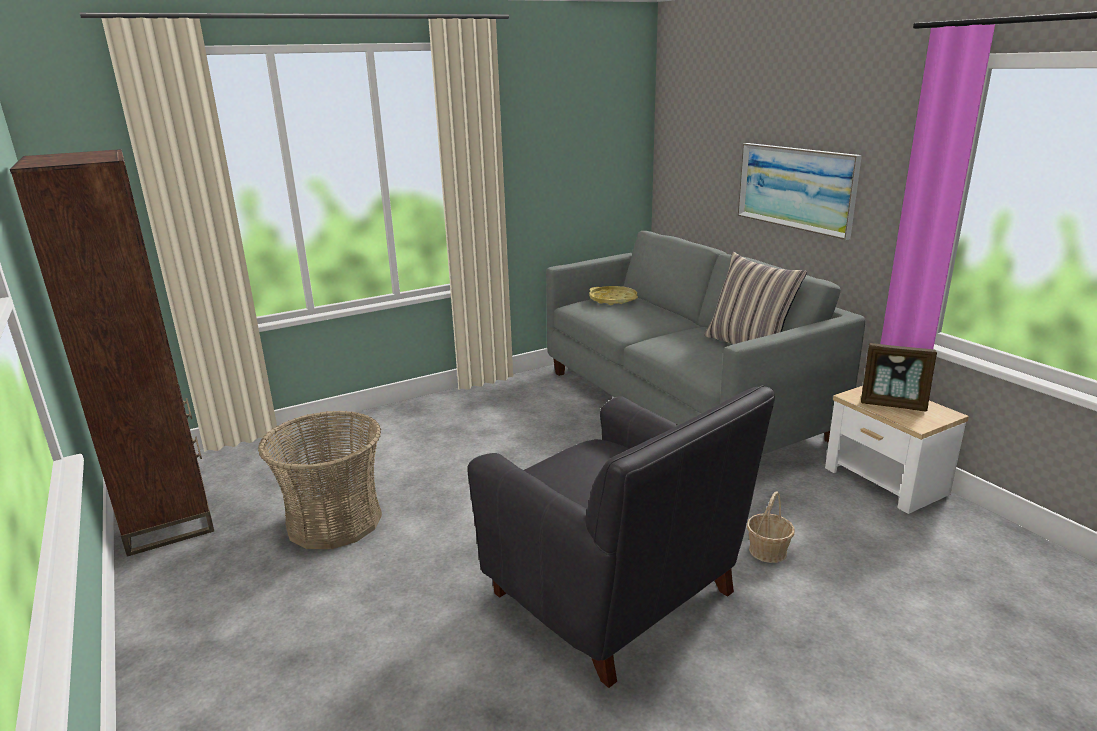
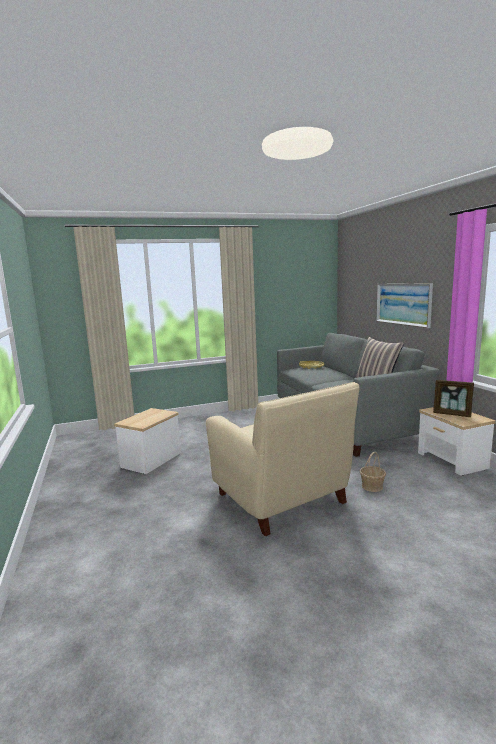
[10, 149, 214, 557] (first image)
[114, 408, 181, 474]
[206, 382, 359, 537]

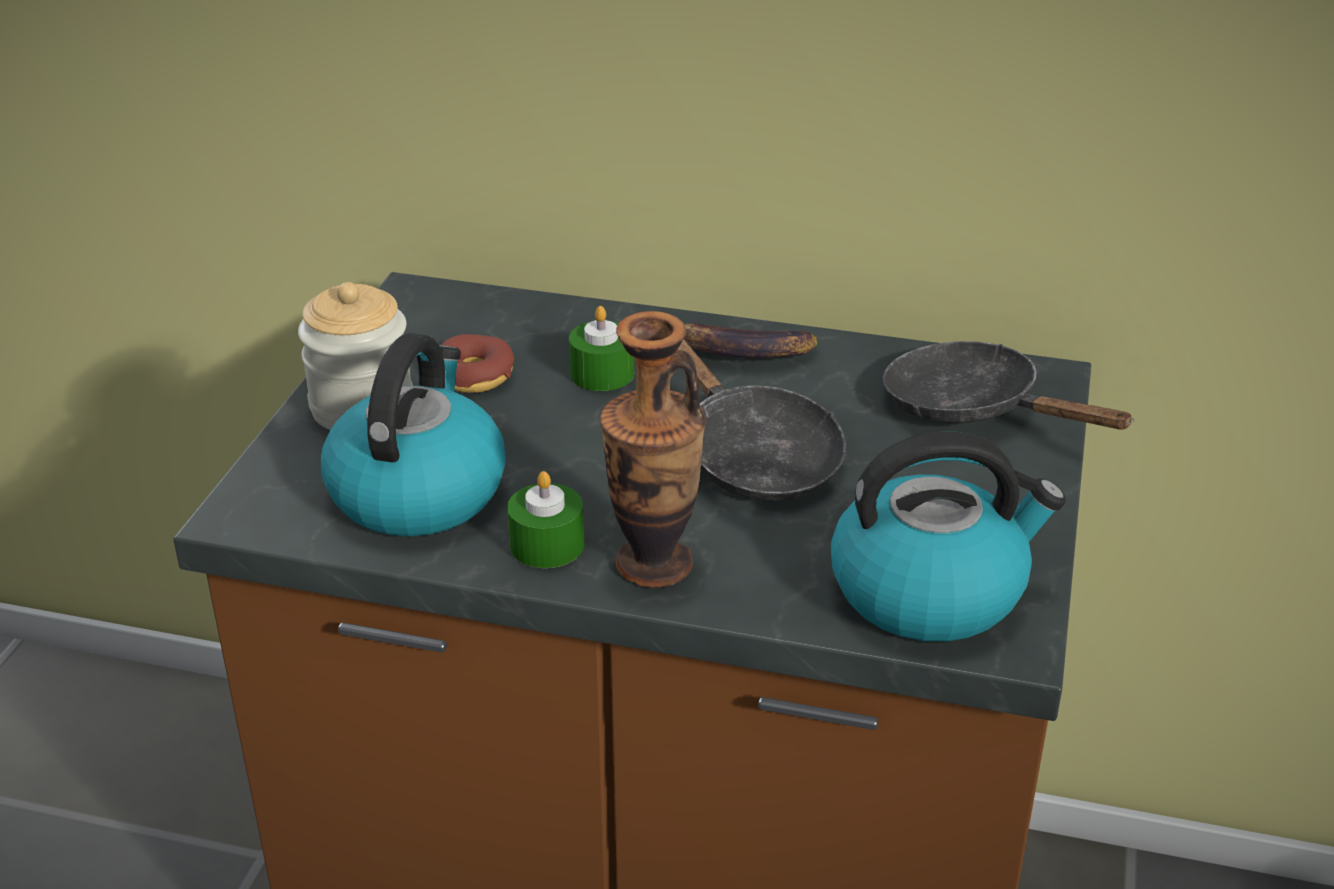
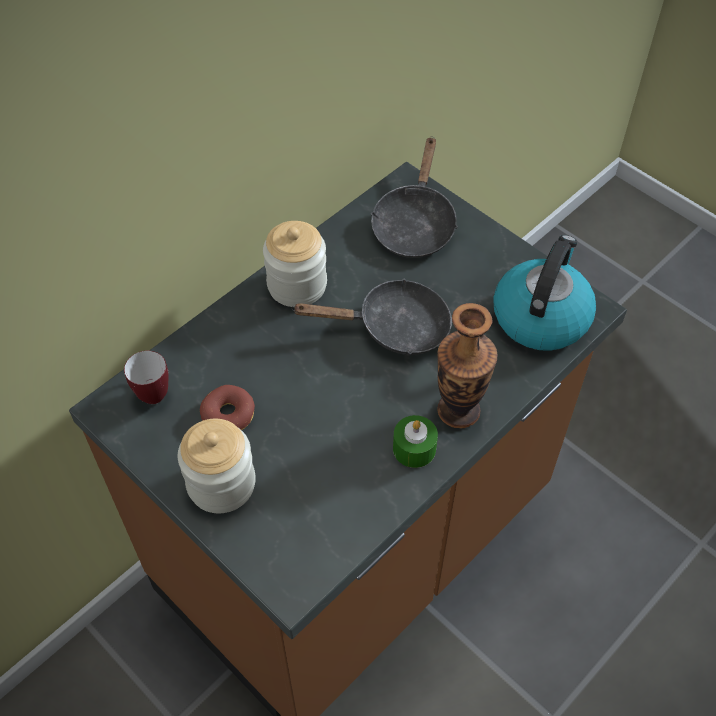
[321, 333, 506, 536] (first image)
[569, 306, 634, 391] (first image)
[263, 221, 327, 307]
[371, 136, 458, 258]
[124, 351, 168, 404]

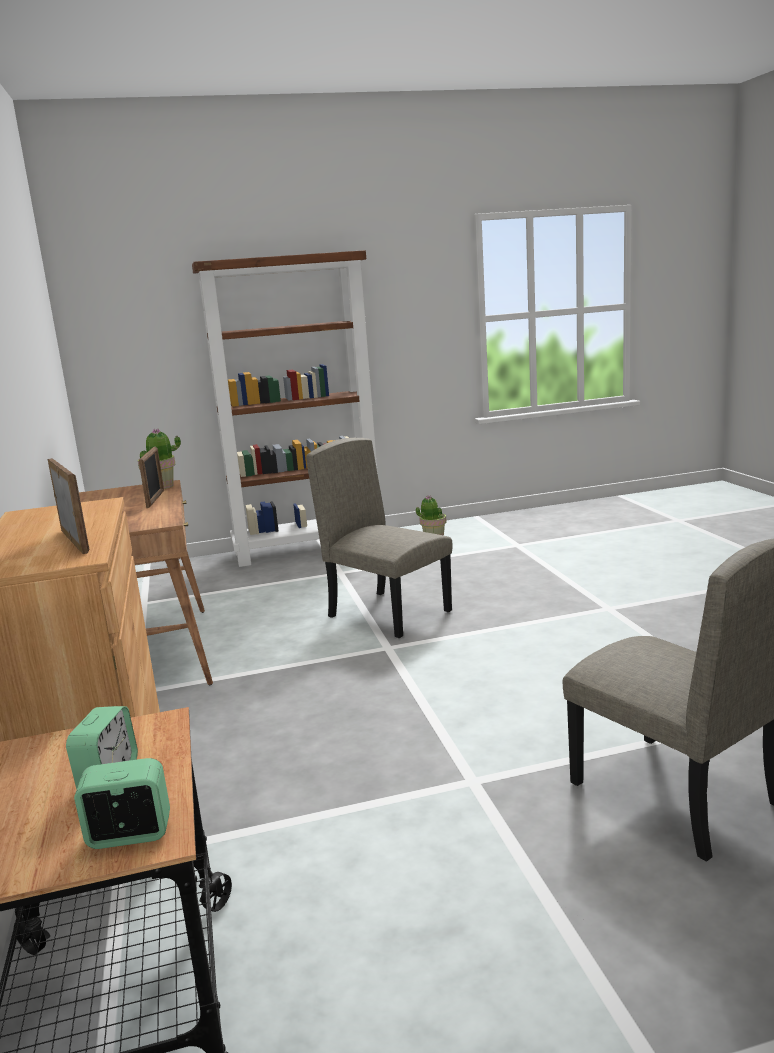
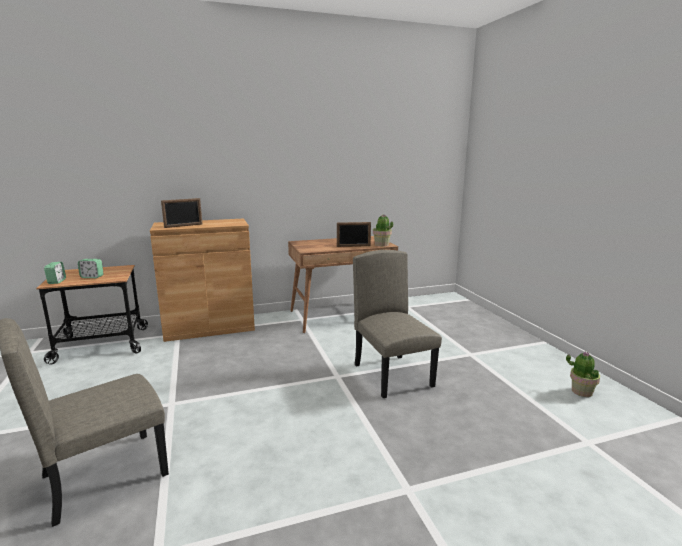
[192, 250, 378, 567] (first image)
[353, 250, 442, 398]

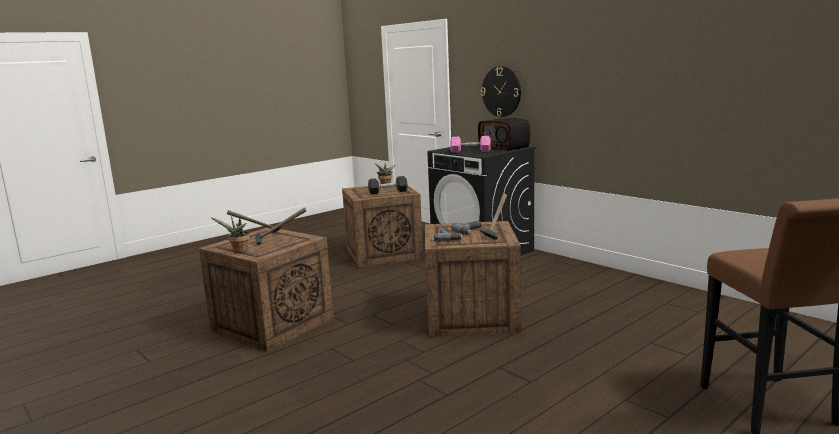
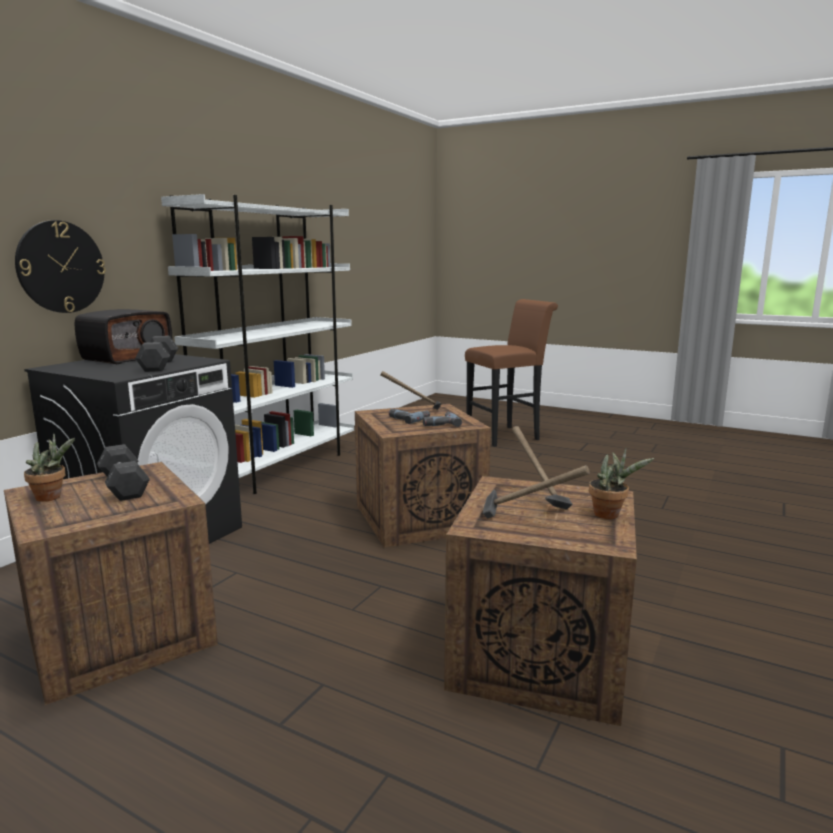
[135, 336, 178, 372]
[161, 194, 354, 494]

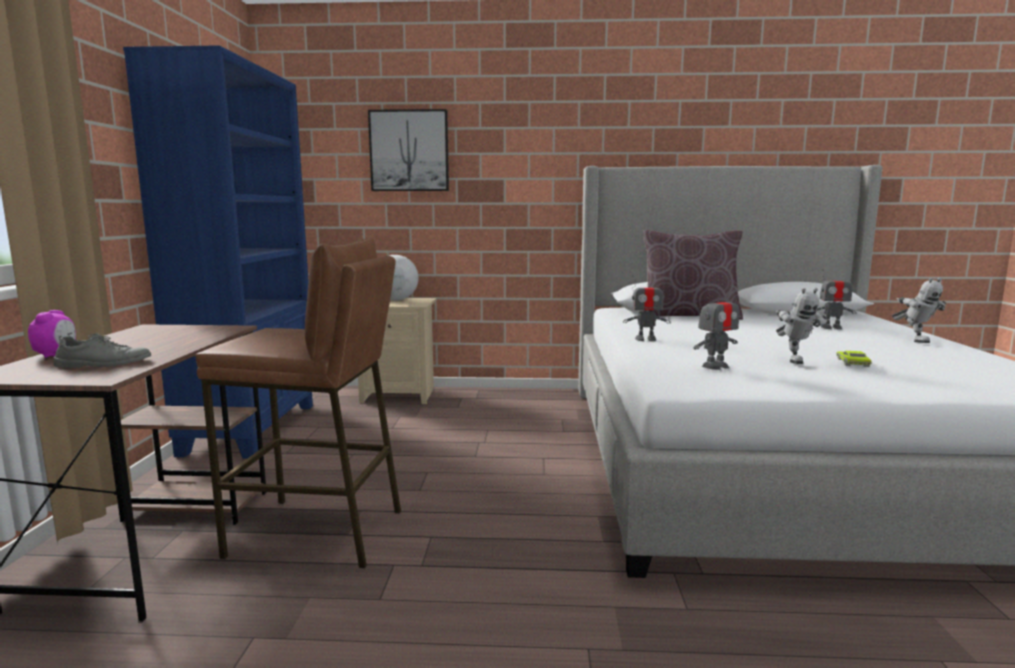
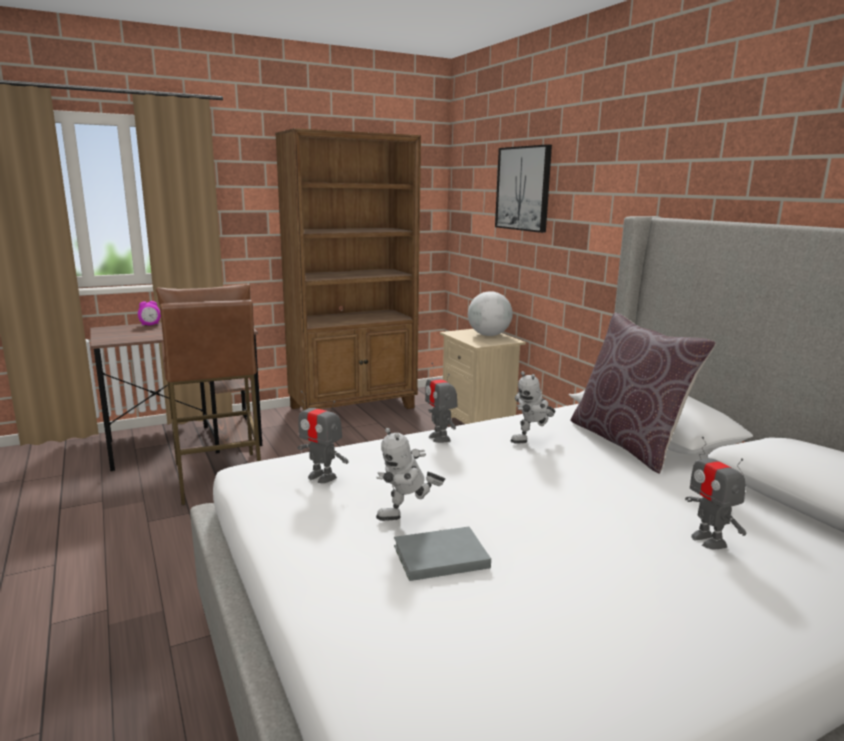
[53, 333, 151, 368] (first image)
[275, 128, 421, 411]
[394, 527, 491, 581]
[511, 371, 555, 444]

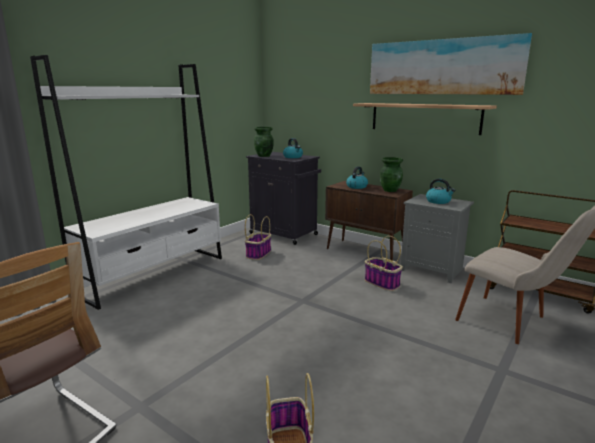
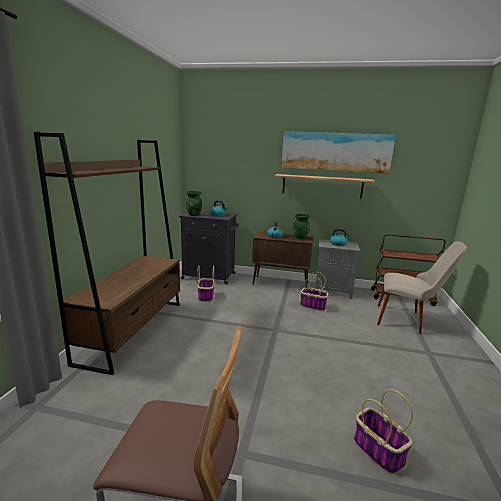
[34, 132, 180, 375]

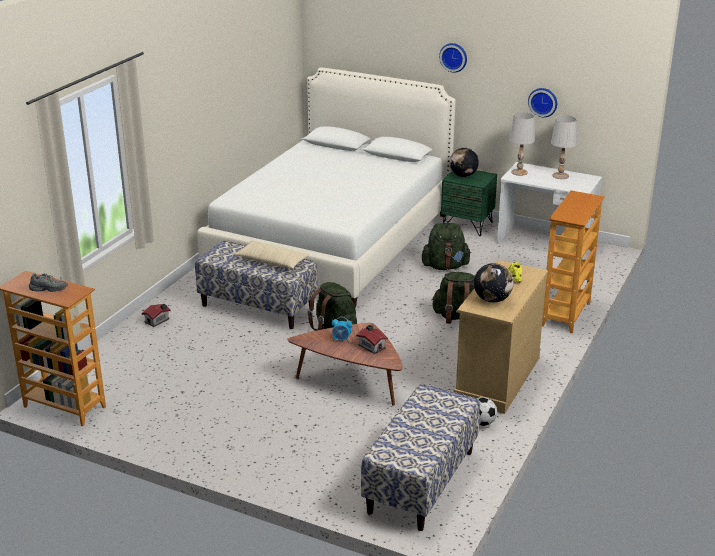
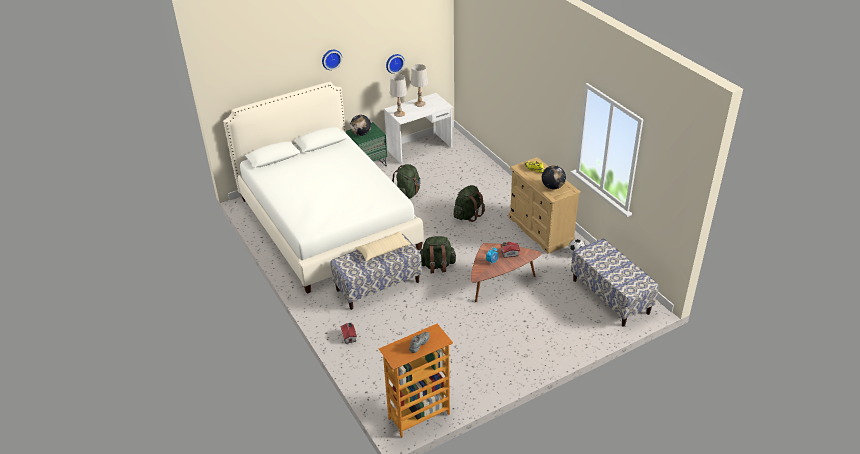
[542, 190, 605, 333] (first image)

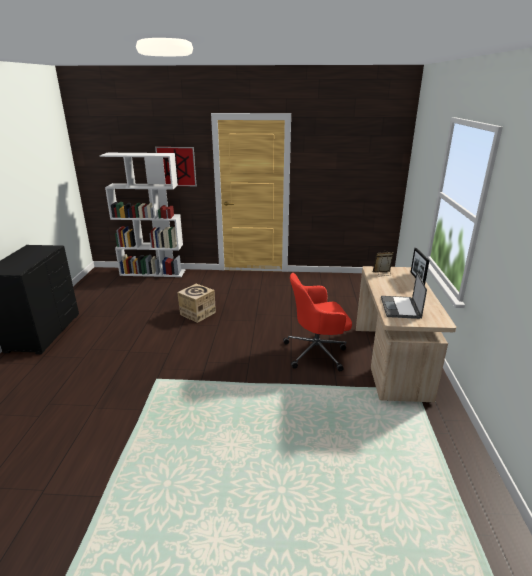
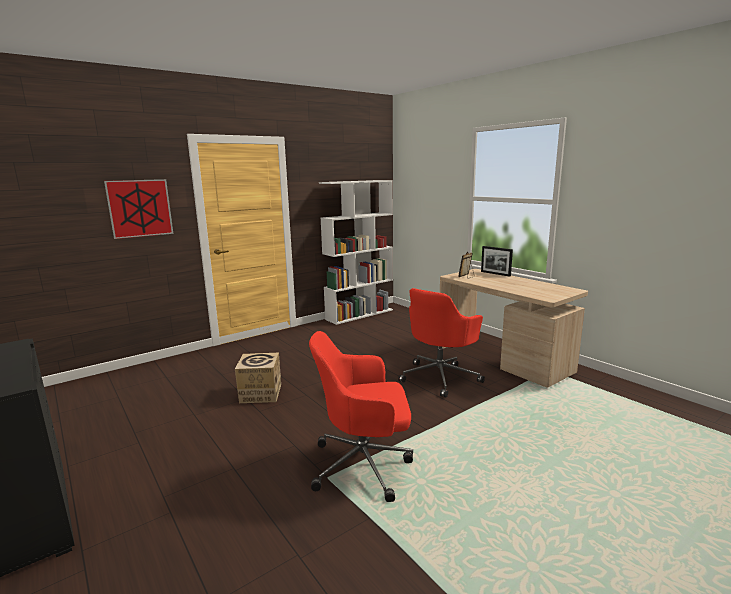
[319, 180, 393, 325]
[381, 272, 427, 319] (first image)
[309, 331, 413, 502]

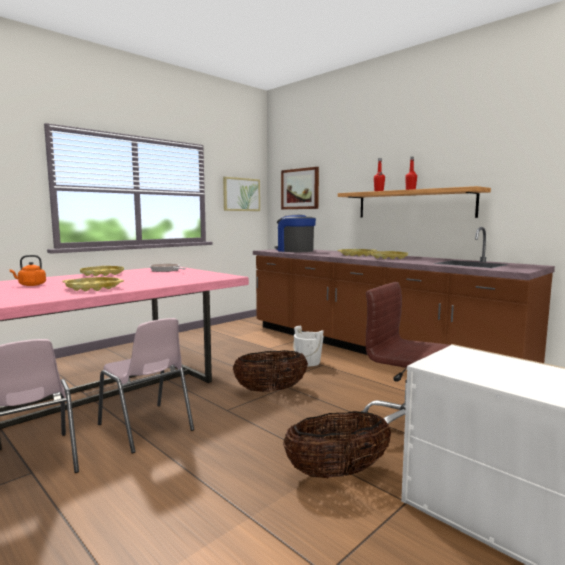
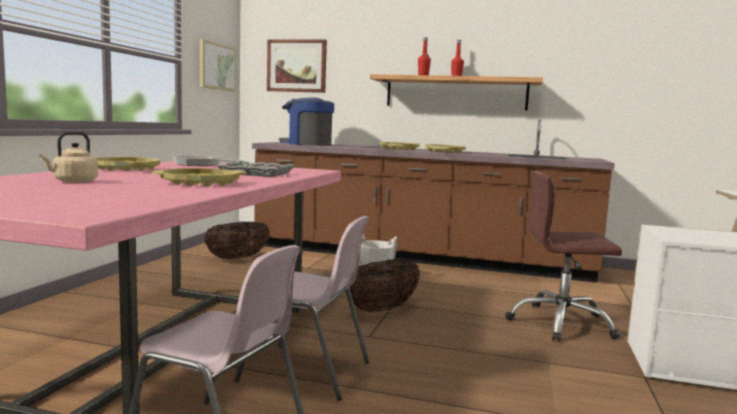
[39, 131, 98, 183]
[205, 222, 270, 259]
[216, 161, 296, 177]

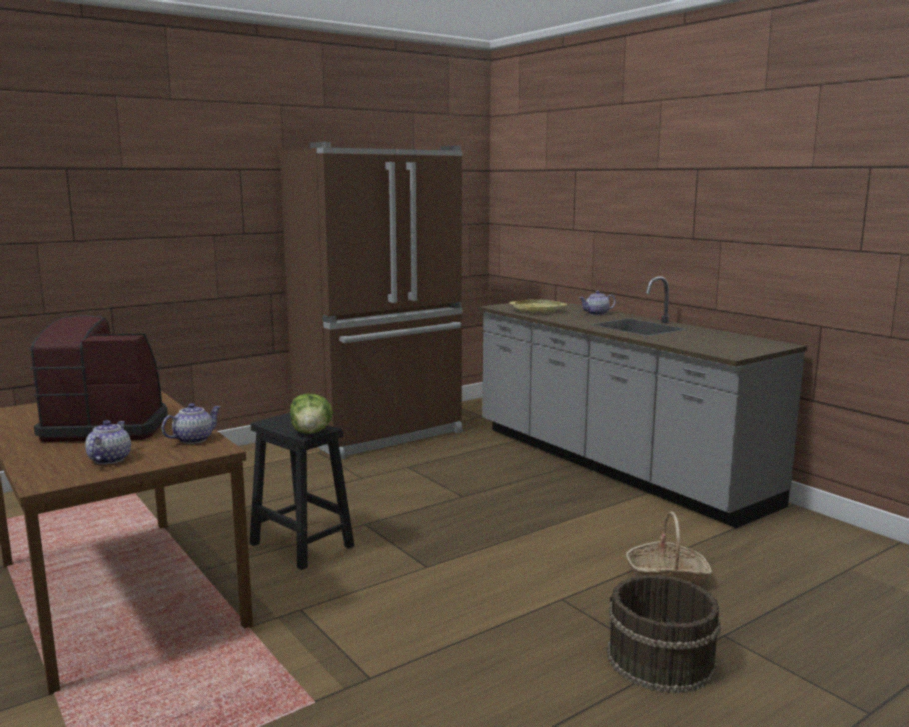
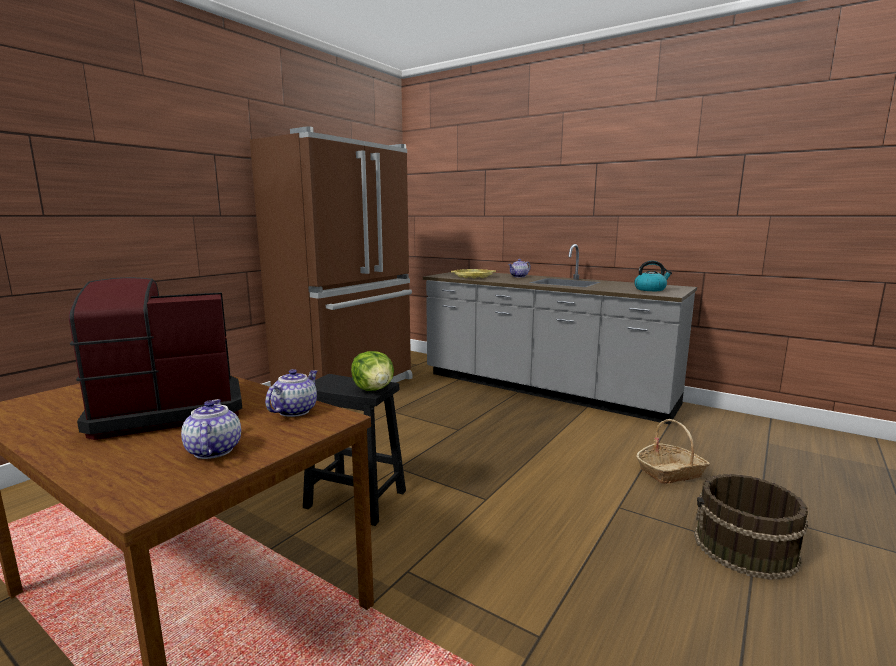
[634, 261, 672, 291]

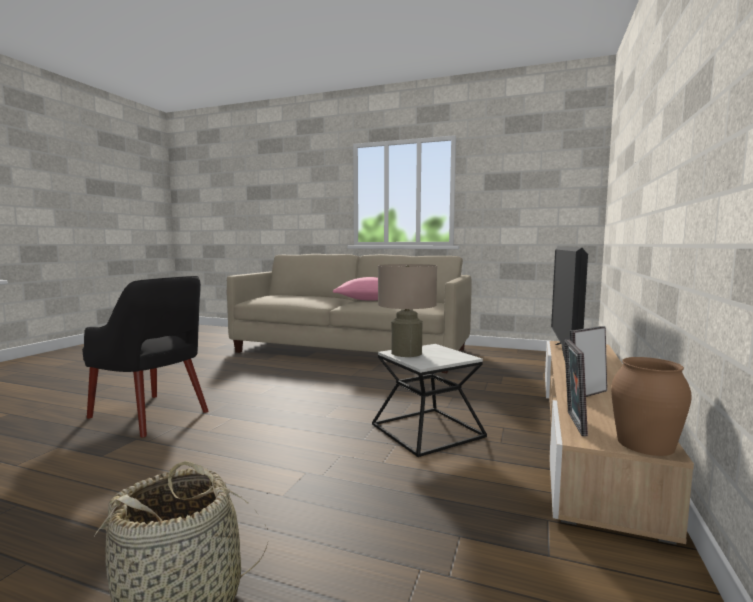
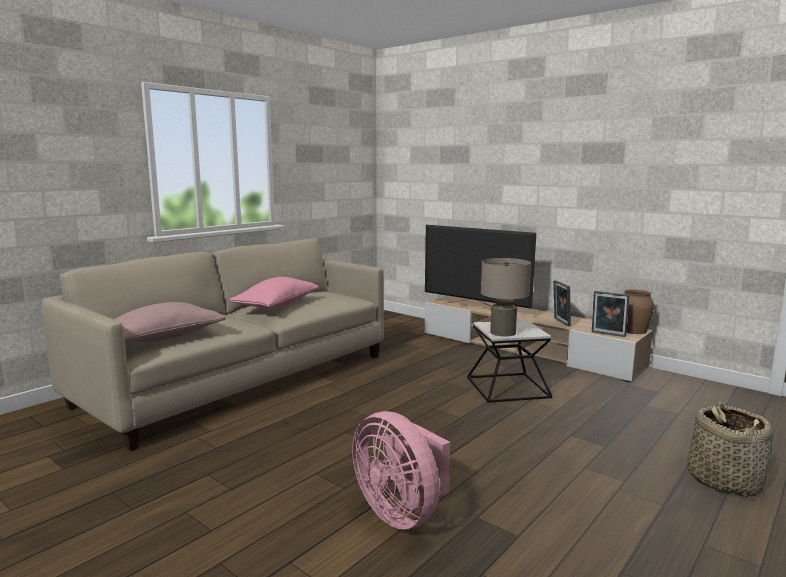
[352, 411, 450, 530]
[114, 302, 226, 342]

